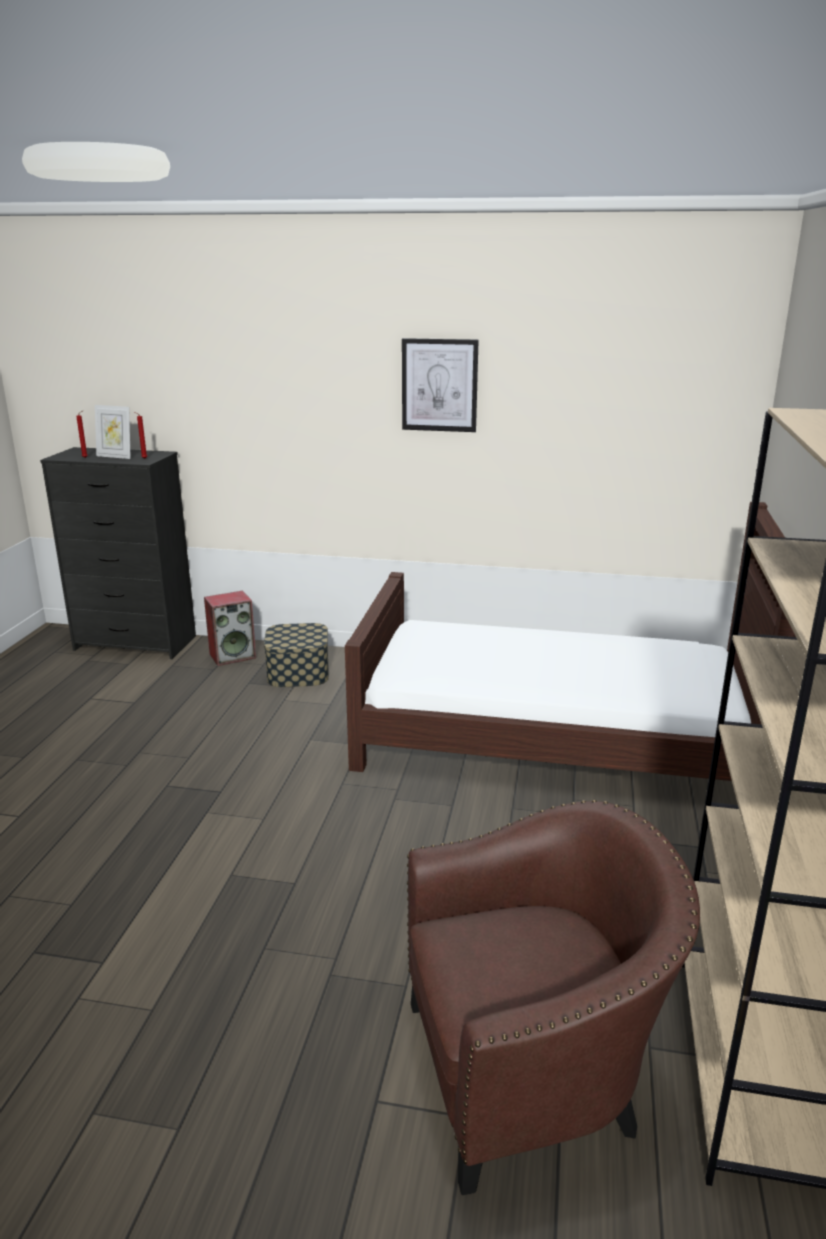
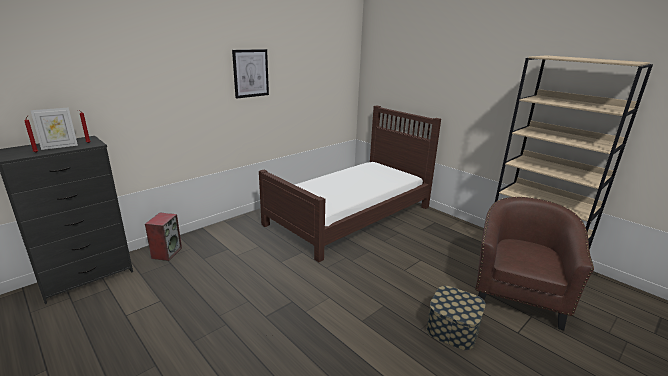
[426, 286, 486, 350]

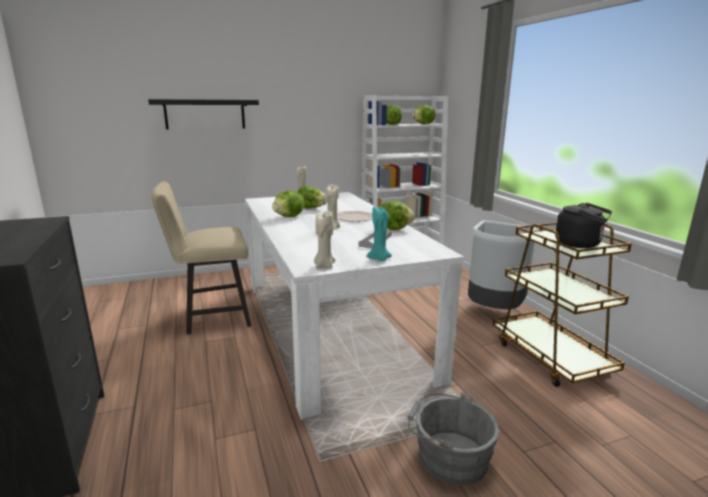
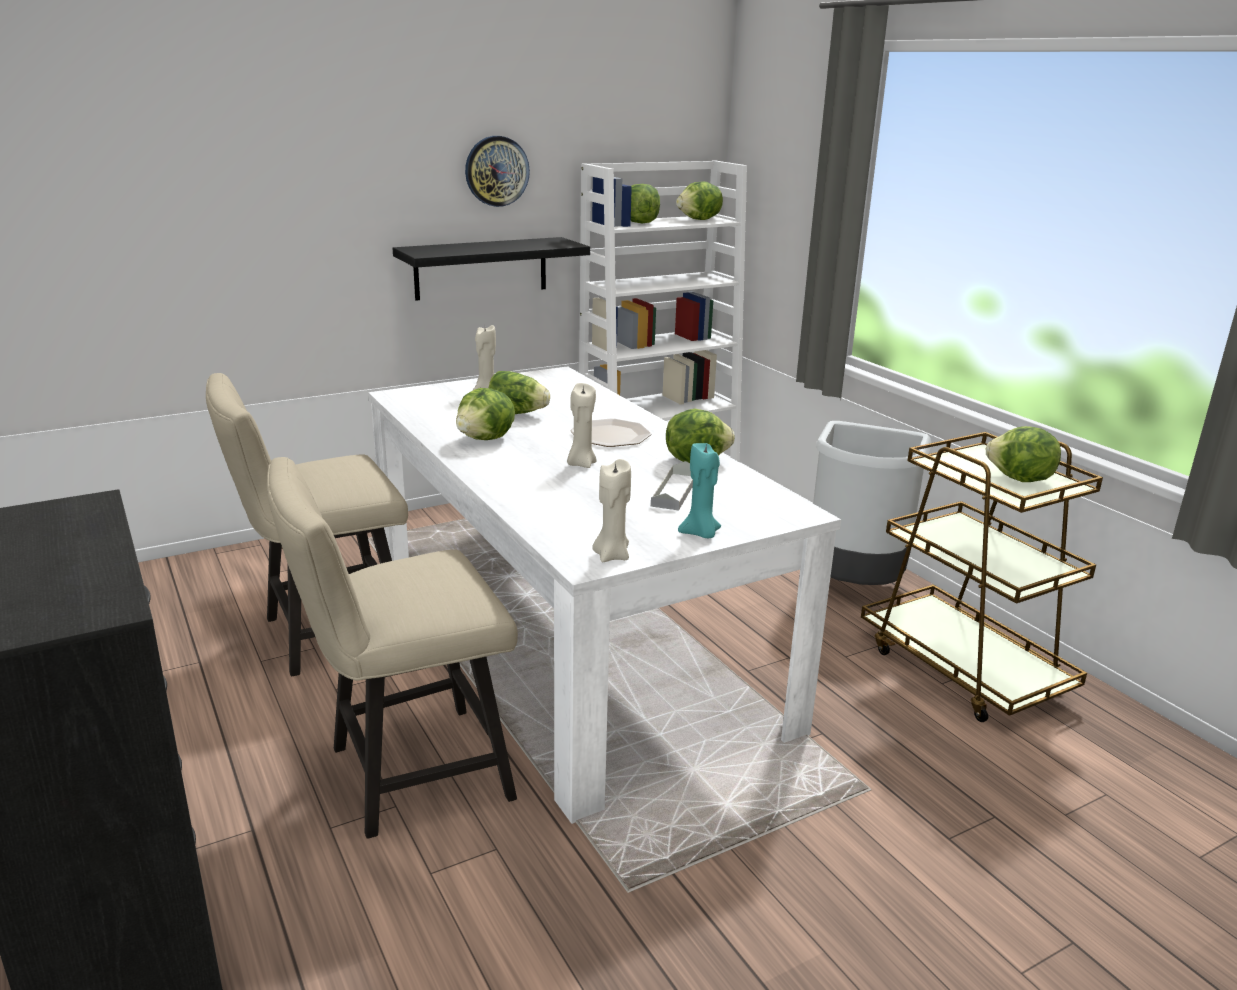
[393, 237, 590, 301]
[407, 392, 499, 485] (first image)
[986, 426, 1061, 482]
[267, 457, 518, 839]
[465, 136, 530, 207]

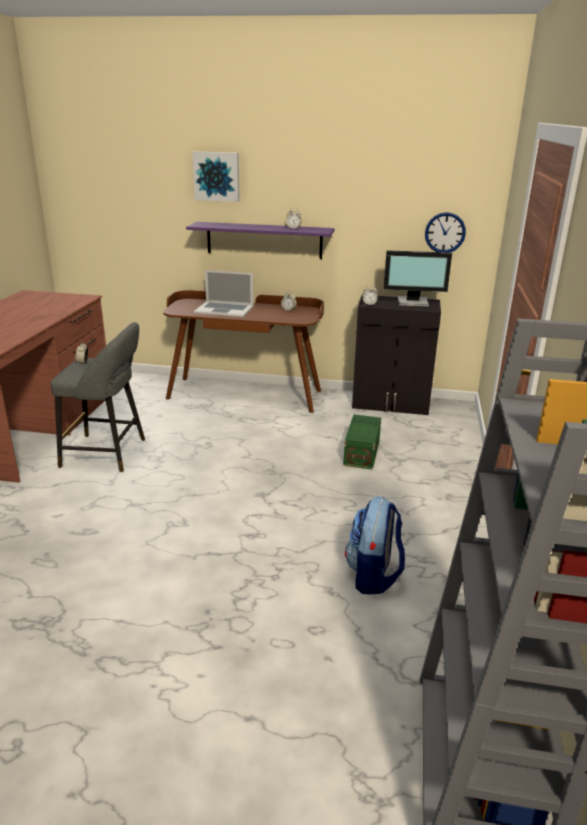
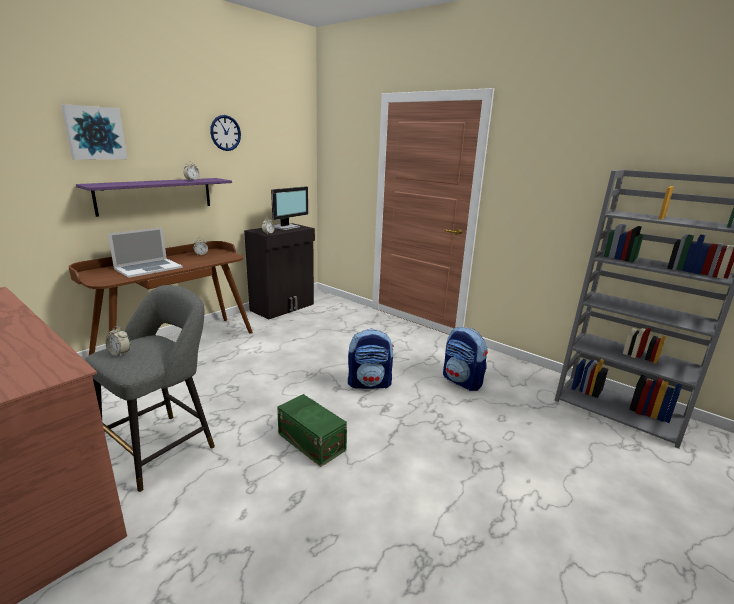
[277, 394, 347, 467]
[210, 115, 241, 151]
[348, 329, 394, 389]

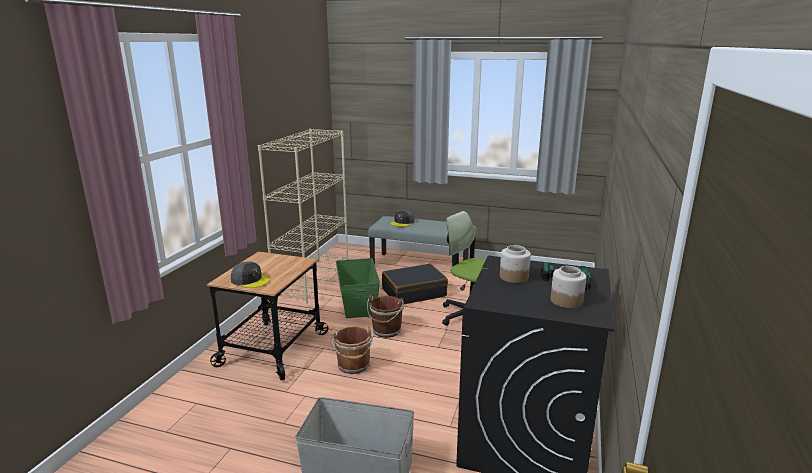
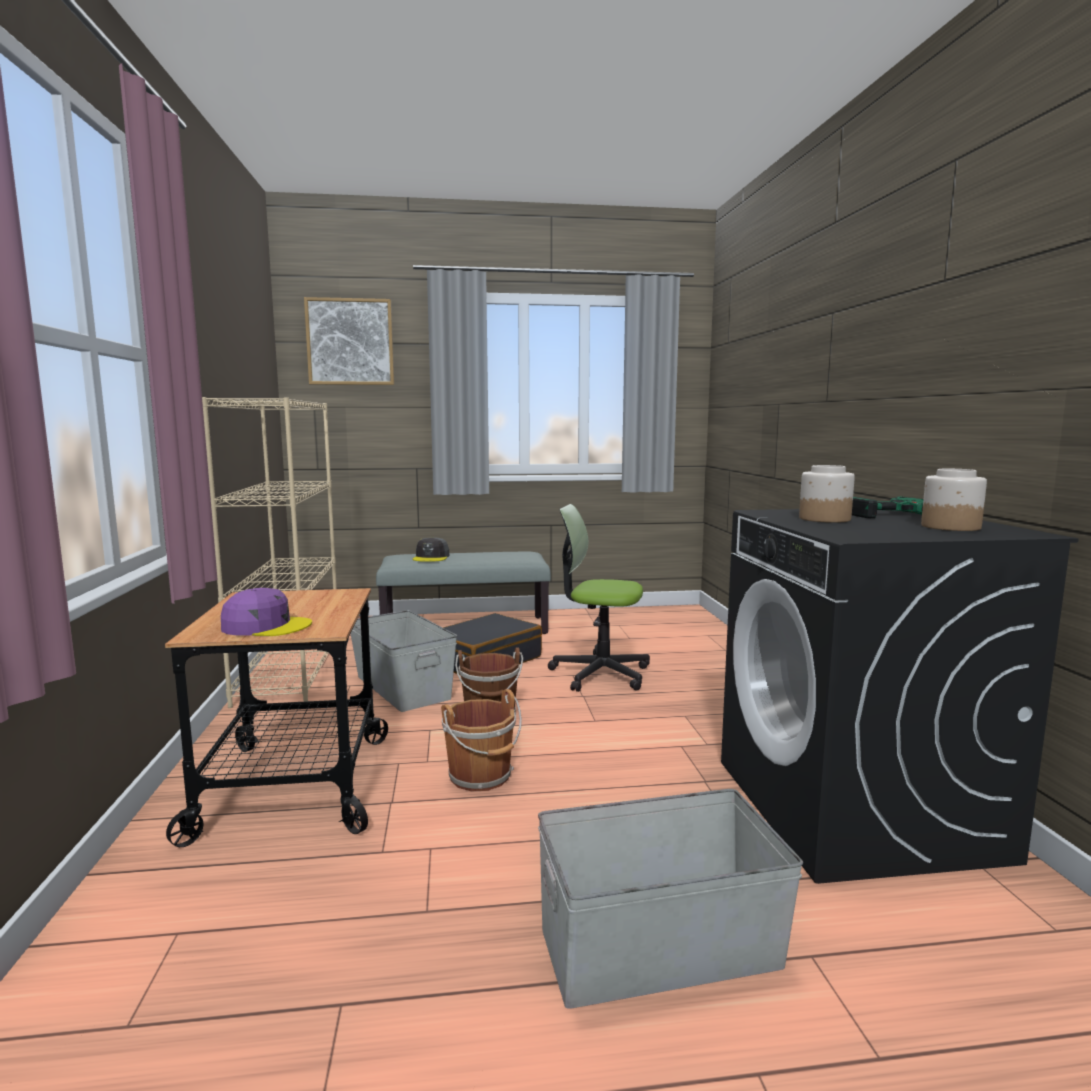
[221, 588, 312, 636]
[350, 610, 457, 712]
[304, 297, 394, 385]

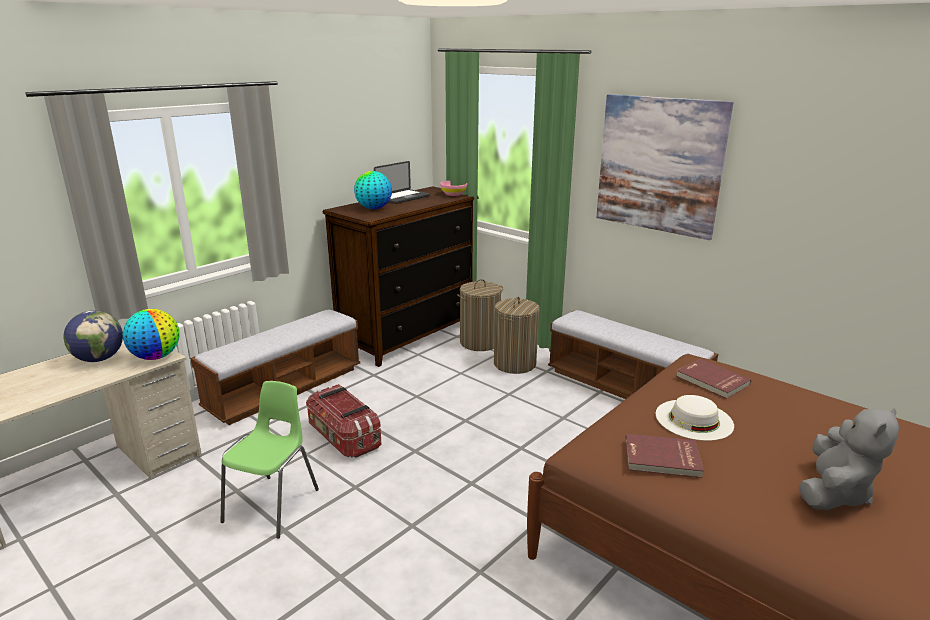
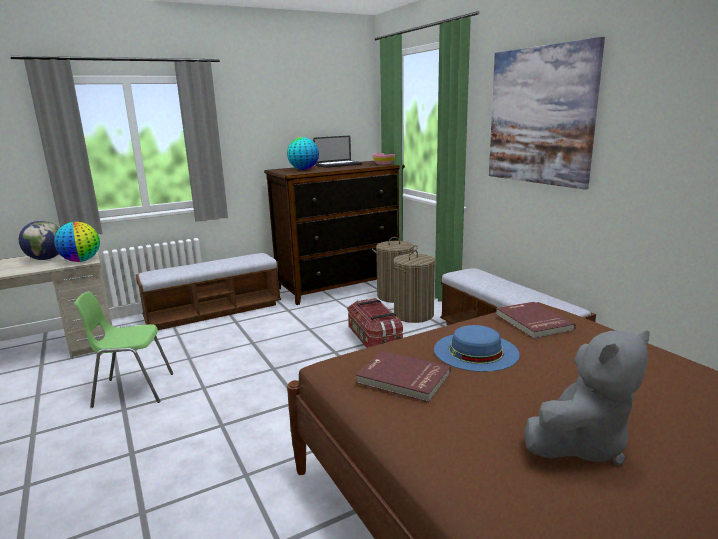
[75, 291, 173, 408]
[347, 298, 403, 348]
[434, 325, 520, 372]

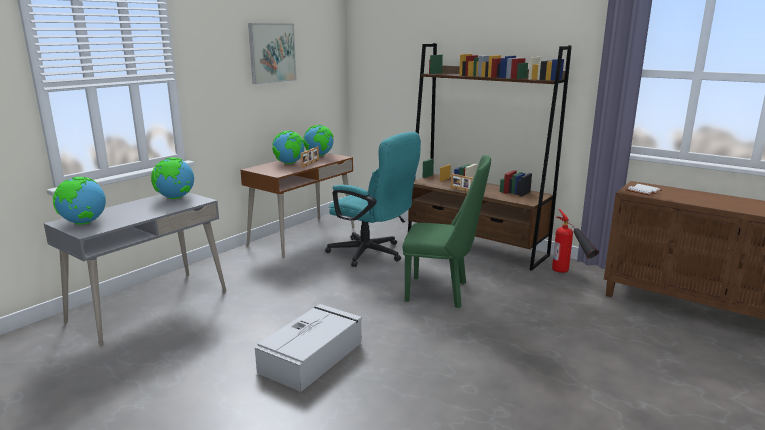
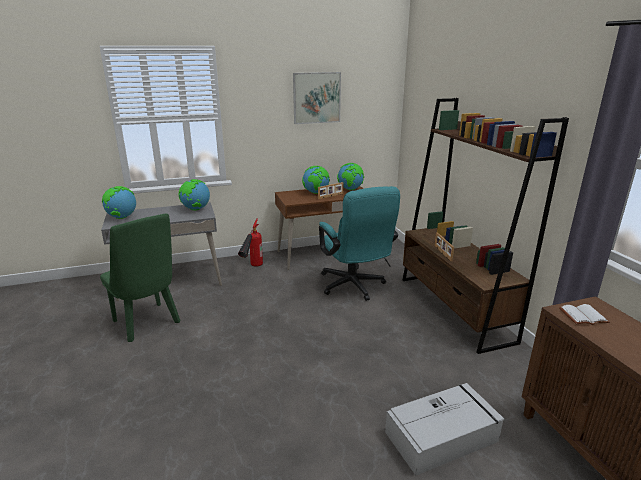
[385, 383, 505, 475]
[100, 214, 180, 342]
[238, 218, 263, 267]

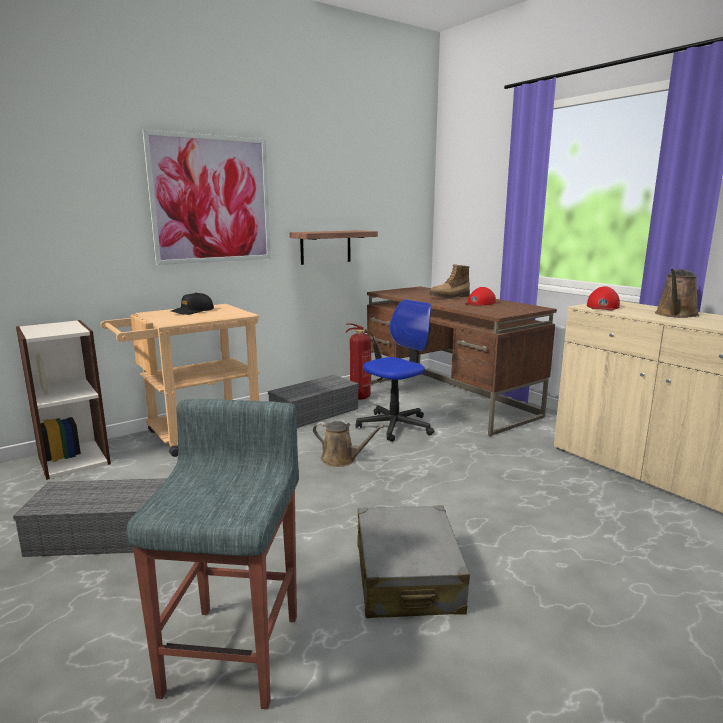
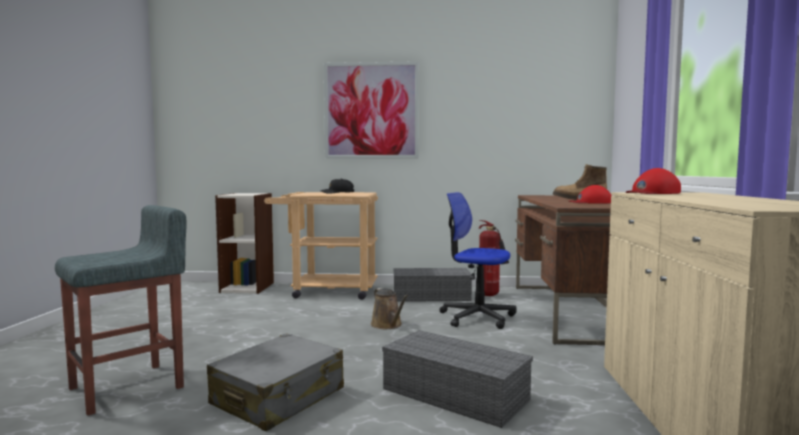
[382, 330, 533, 428]
[289, 230, 378, 265] (first image)
[440, 192, 517, 329]
[655, 269, 699, 318] (first image)

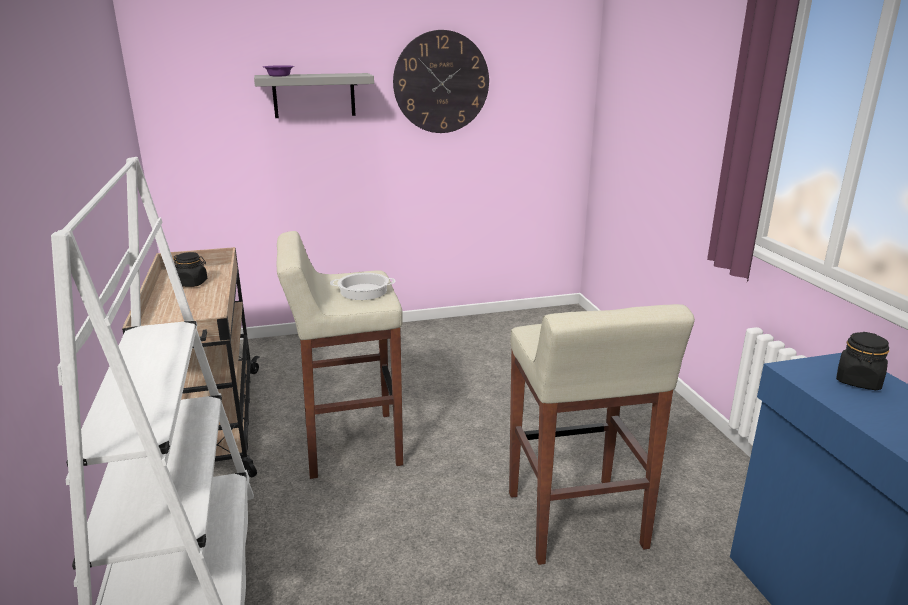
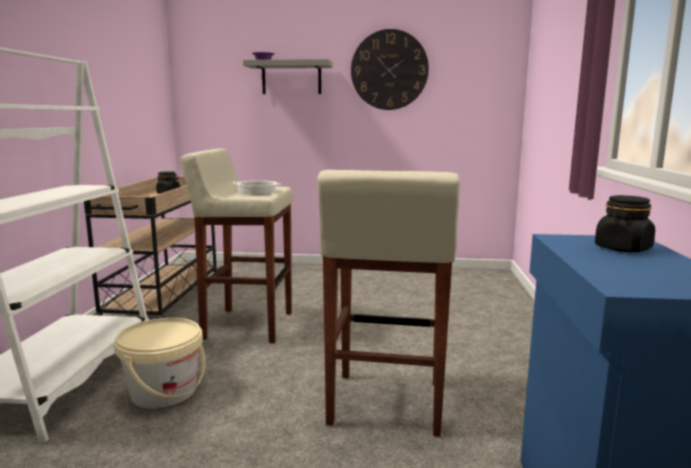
[114, 318, 205, 408]

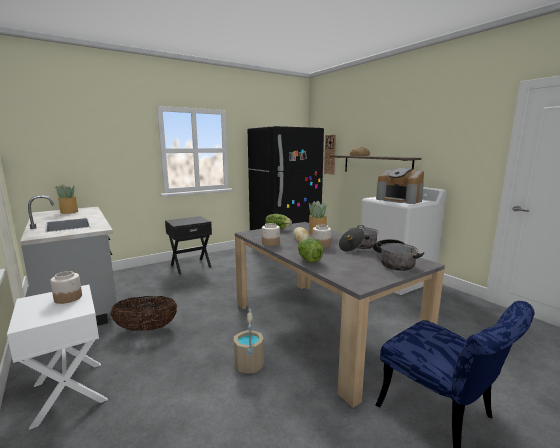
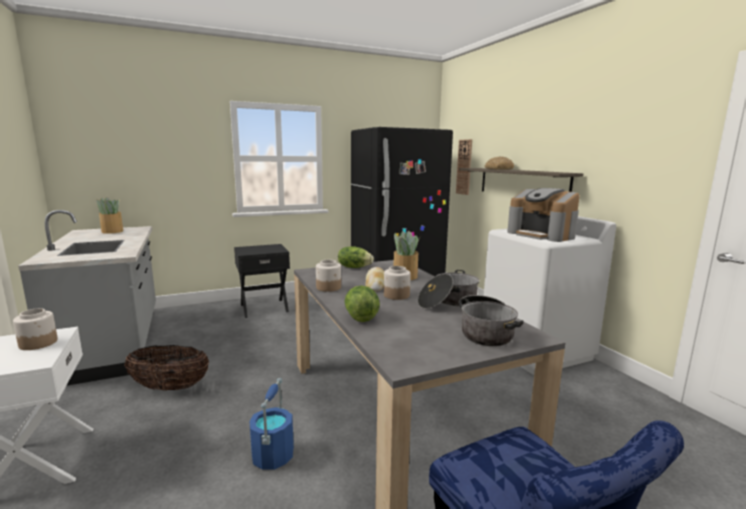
[249, 378, 294, 470]

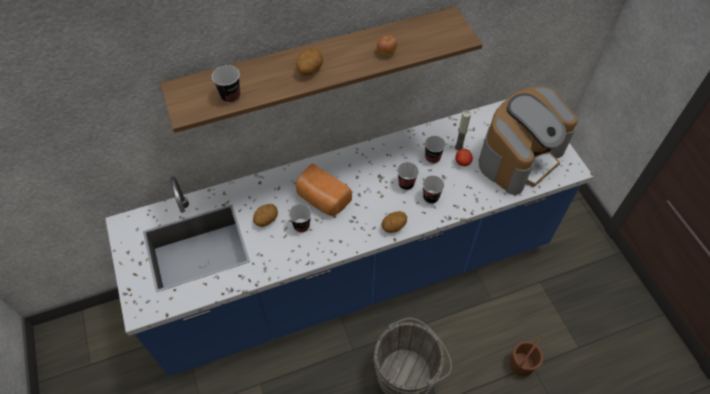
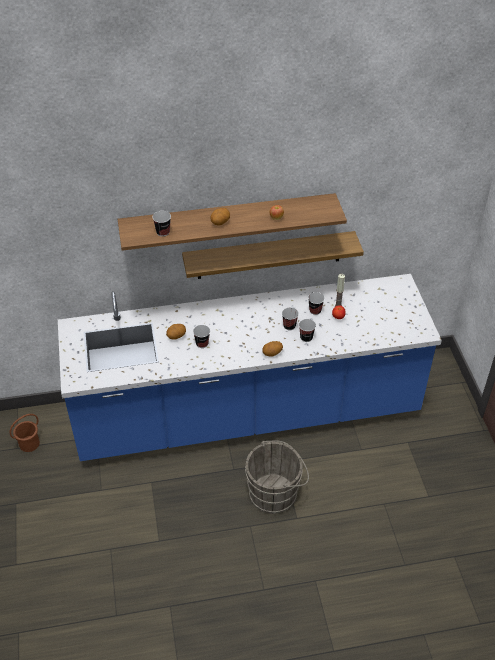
[296, 163, 352, 216] (first image)
[479, 86, 578, 195] (first image)
[9, 414, 40, 452]
[182, 231, 364, 279]

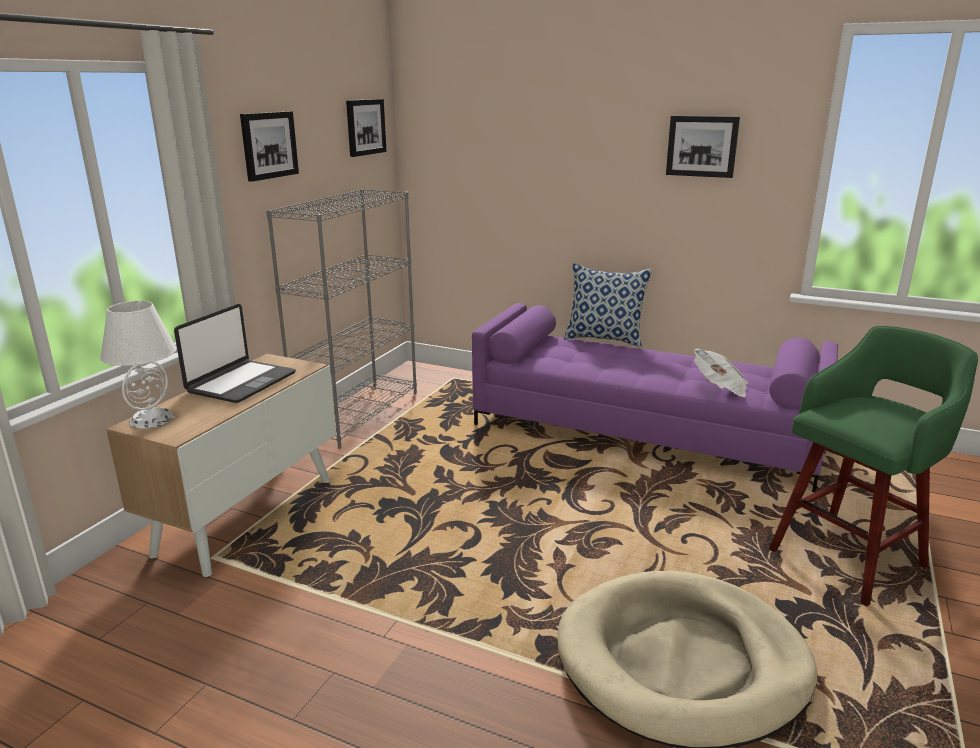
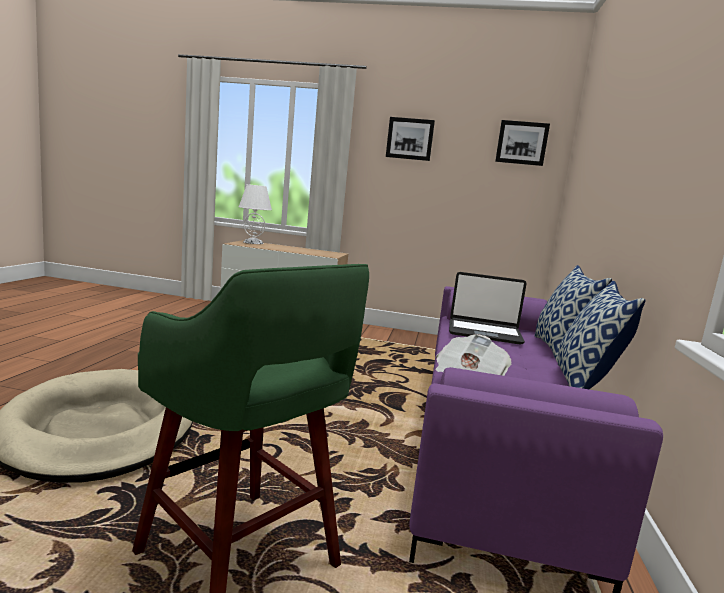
[449, 272, 527, 345]
[266, 189, 417, 449] (first image)
[666, 116, 740, 178] (first image)
[558, 281, 645, 389]

